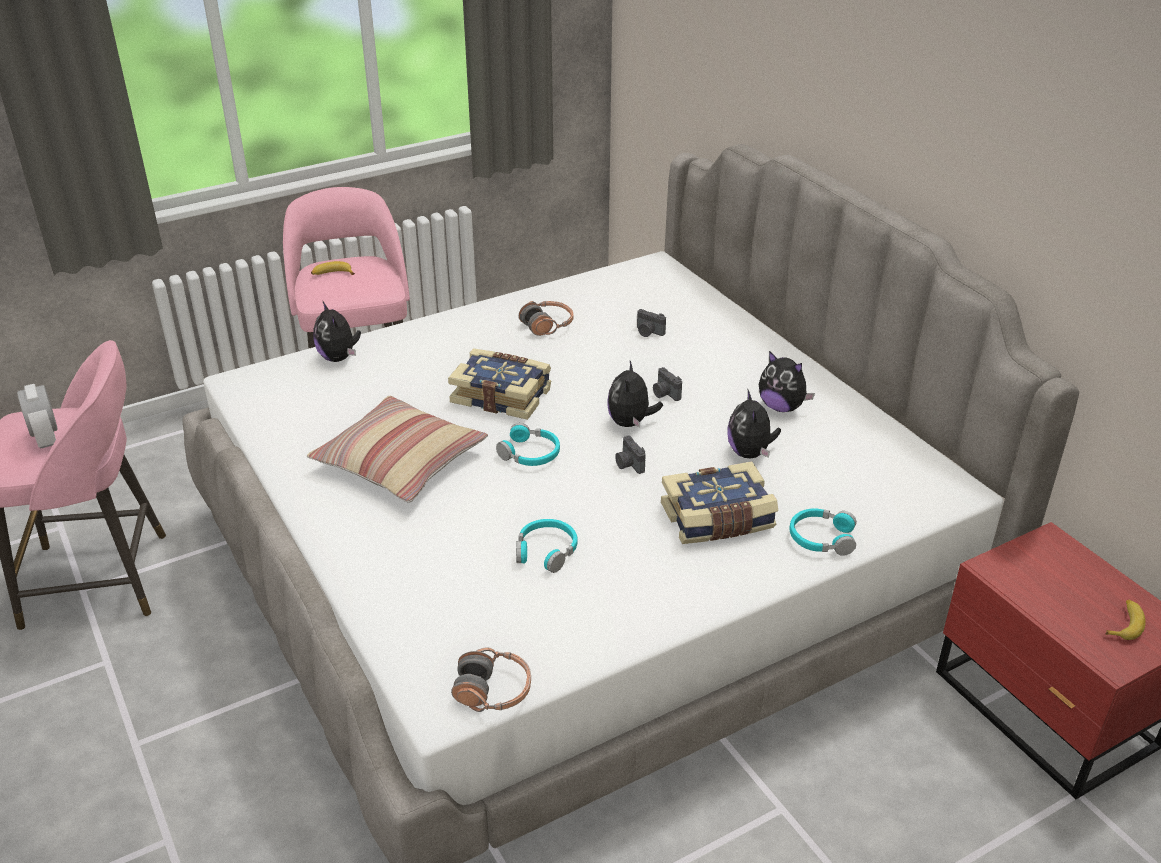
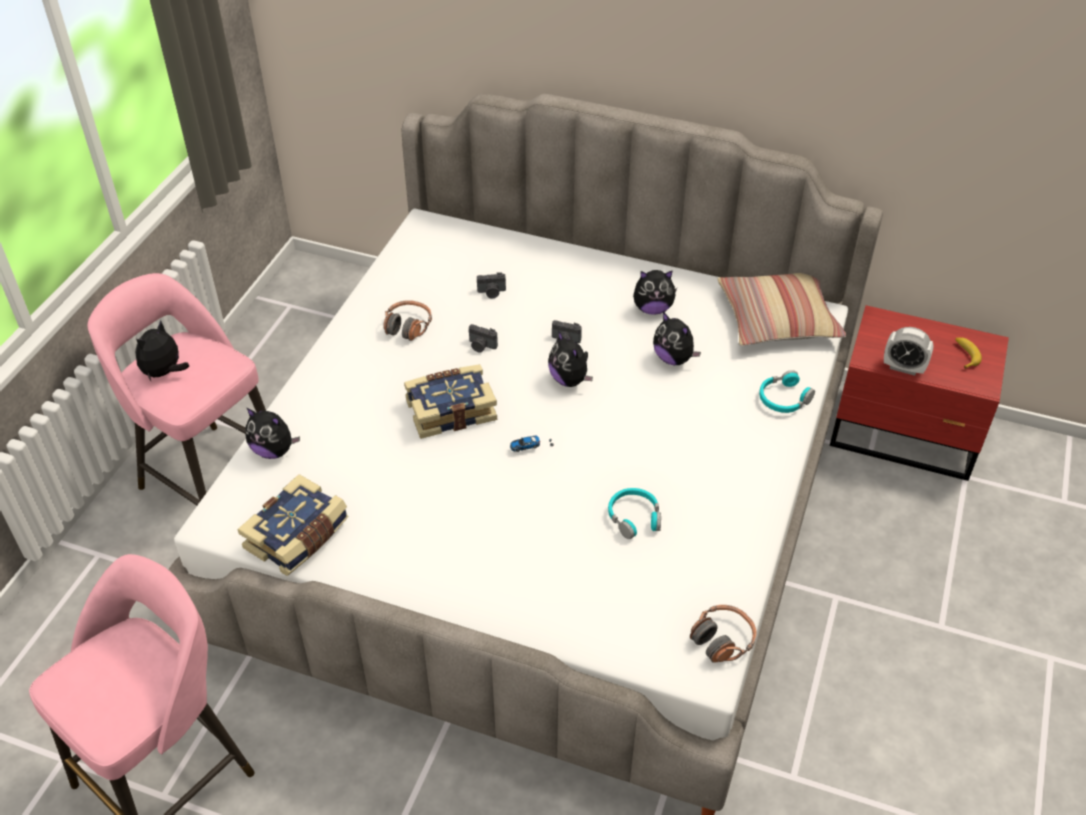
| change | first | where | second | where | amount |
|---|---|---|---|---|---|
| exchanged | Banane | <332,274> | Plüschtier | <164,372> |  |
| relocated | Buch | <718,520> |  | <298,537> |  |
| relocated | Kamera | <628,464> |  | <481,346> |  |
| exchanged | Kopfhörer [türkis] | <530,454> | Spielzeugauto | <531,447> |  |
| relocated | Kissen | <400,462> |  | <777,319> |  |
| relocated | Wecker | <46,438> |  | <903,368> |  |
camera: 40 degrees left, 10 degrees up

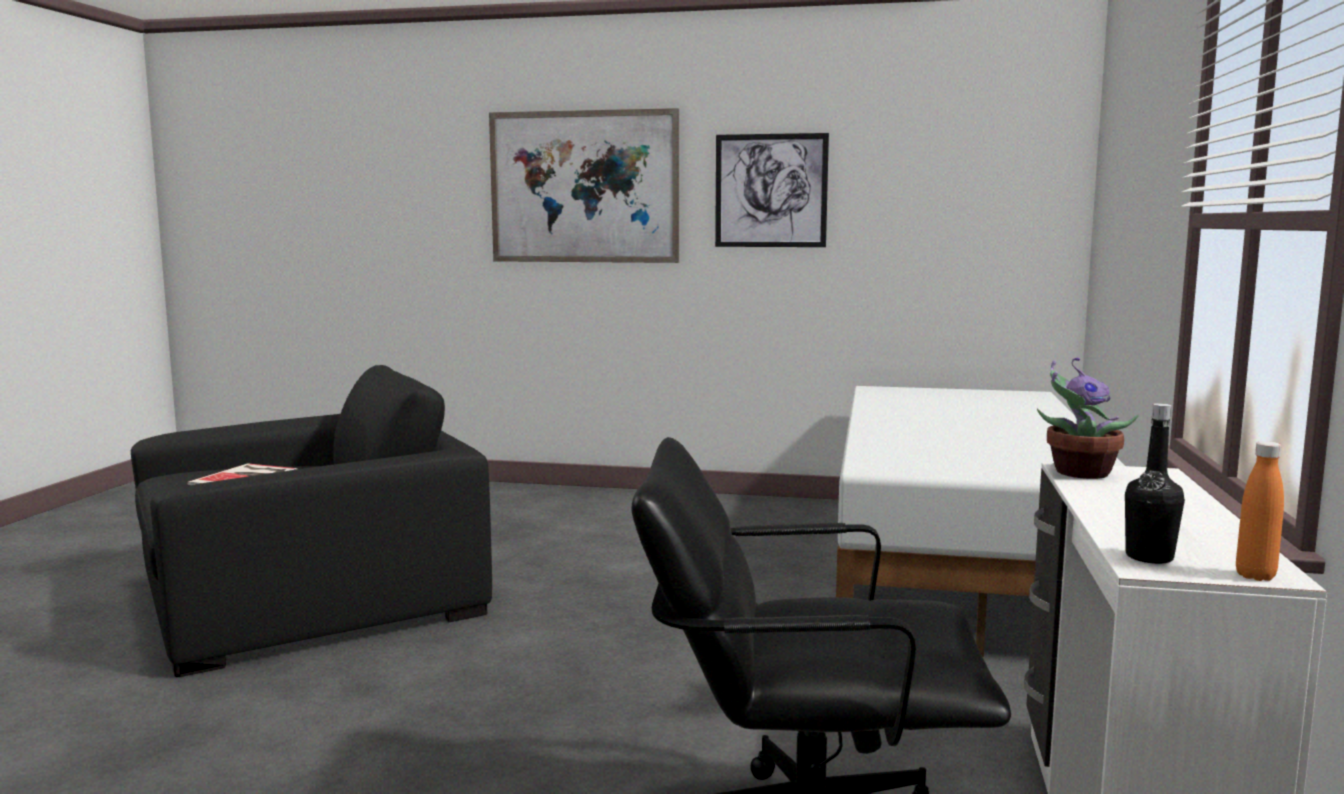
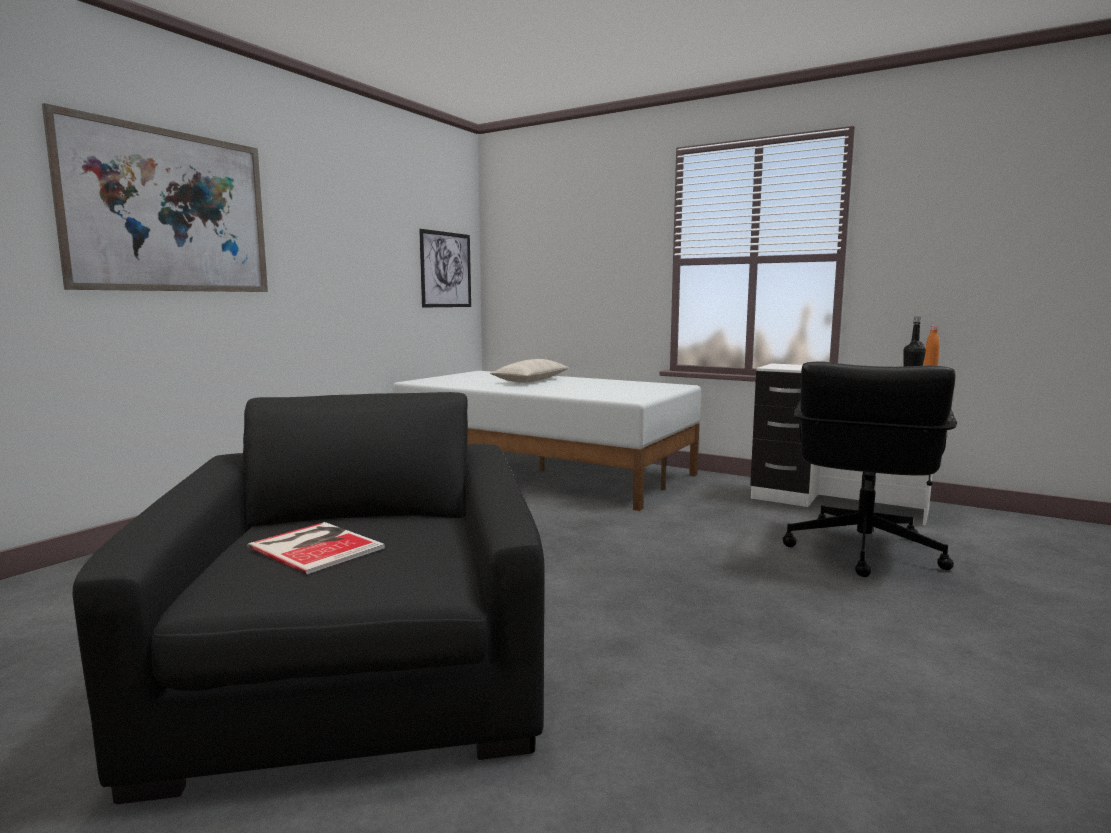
| change | first | where | second | where | amount |
|---|---|---|---|---|---|
| relocated | Bild | <771,191> |  | <446,269> |  |
| appeared |  |  | Kissen [beige] | <531,380> |  |
| missing | Topfpflanze | <1078,473> |  |  |  |
camera: 70 degrees left, 0 degrees up

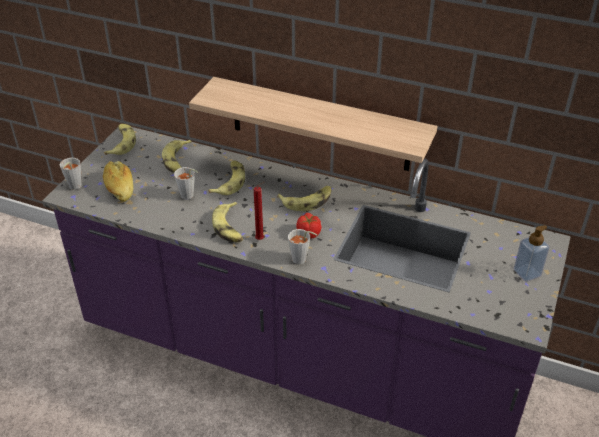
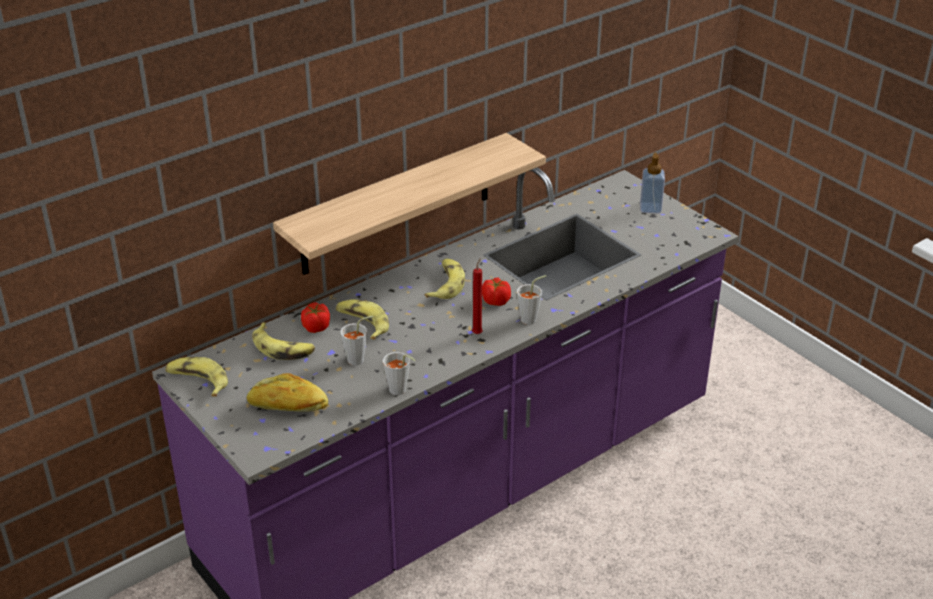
| change | first | where | second | where | amount |
|---|---|---|---|---|---|
| appeared |  |  | Tomate | <316,327> |  |
| relocated | Tasse [grau] | <73,187> |  | <400,391> |  |
| missing | Banane | <230,227> |  |  |  |
camera: 60 degrees left, 5 degrees down

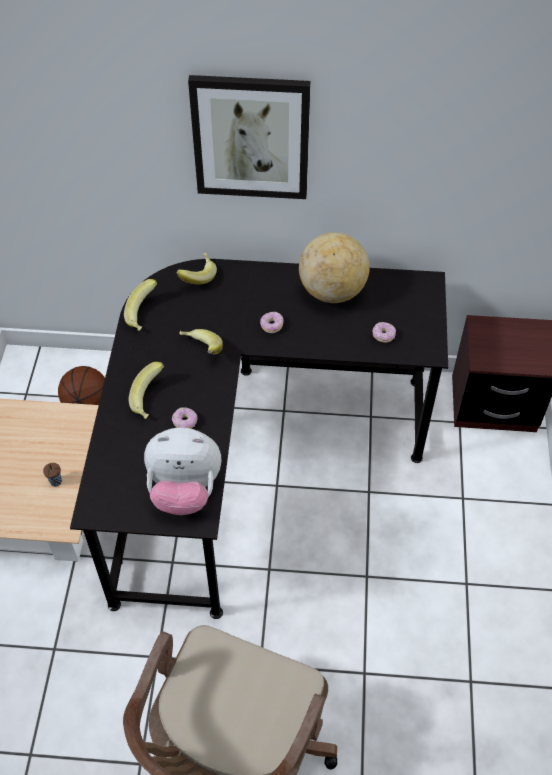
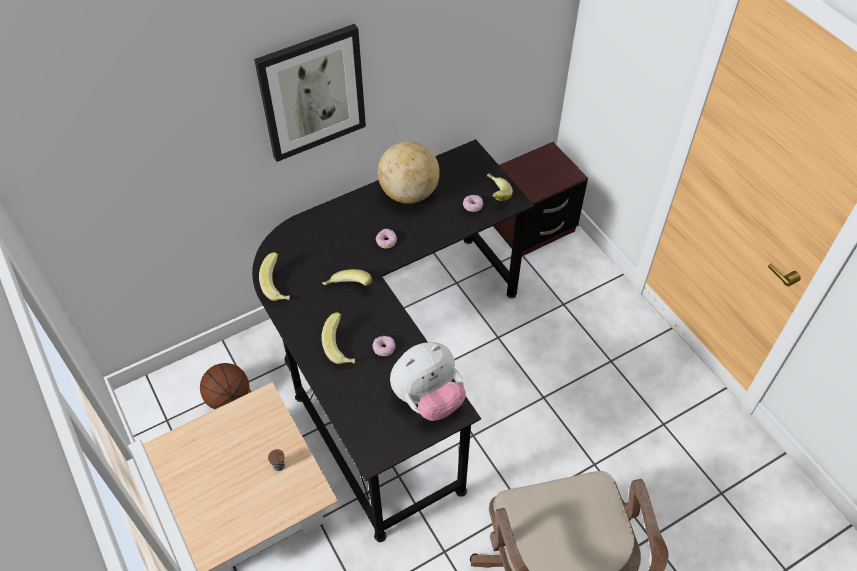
| change | first | where | second | where | amount |
|---|---|---|---|---|---|
| relocated | Banane | <197,276> |  | <495,194> |  |
camera: 35 degrees left, 0 degrees up

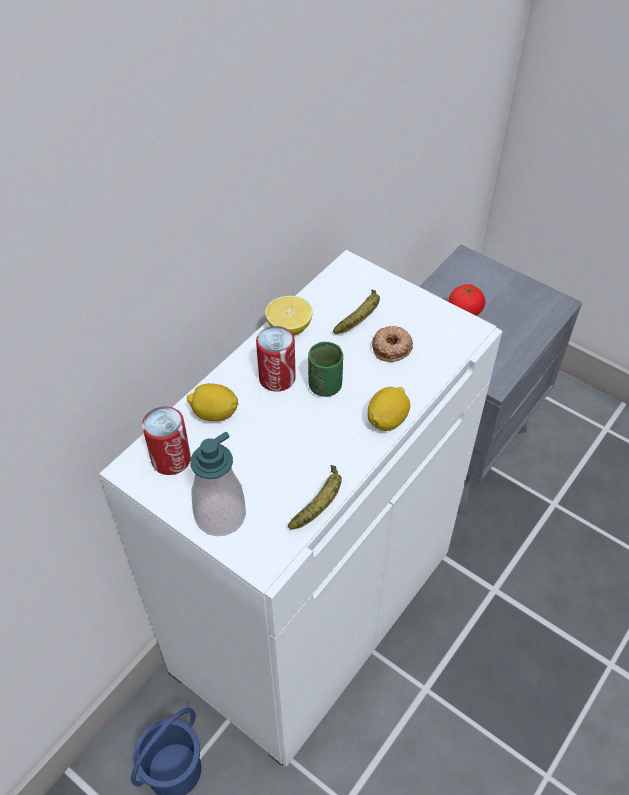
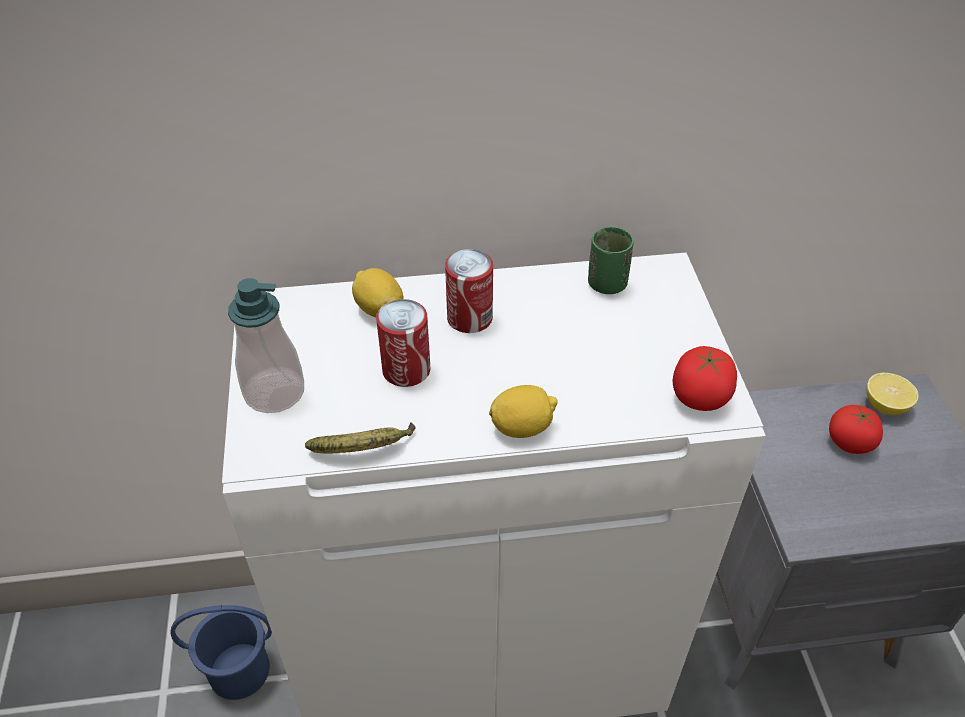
| change | first | where | second | where | amount |
|---|---|---|---|---|---|
| relocated | Dose | <171,459> |  | <406,370> |  |
| relocated | Tasse [grün] | <325,386> |  | <607,284> |  |
| appeared |  |  | Tomate | <699,396> |  |
| relocated | Zitrone | <289,327> |  | <885,405> |  |
| missing | Banane | <361,318> |  |  |  |
| missing | Donut | <392,347> |  |  |  |
camera: 45 degrees right, 5 degrees down

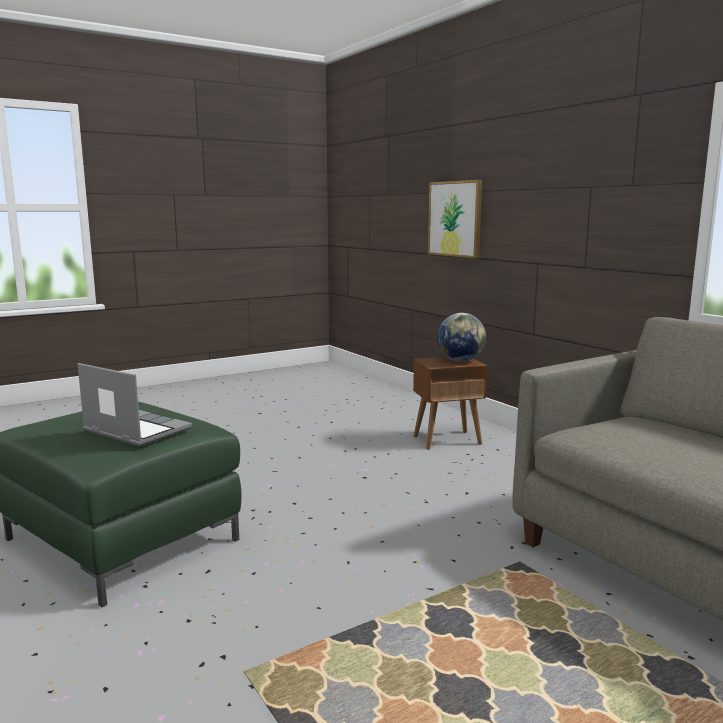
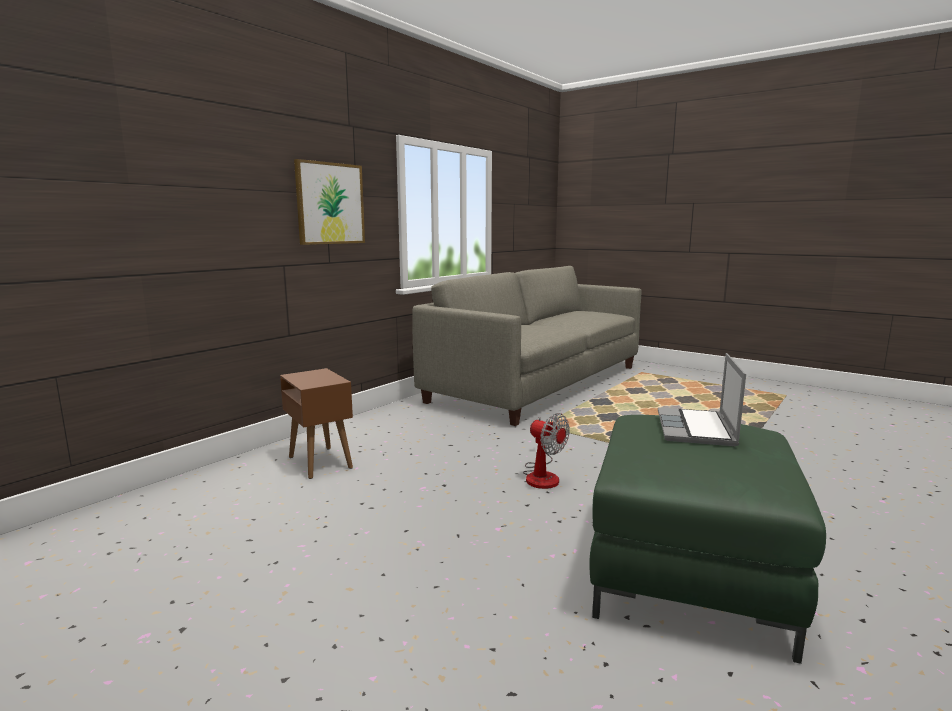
| change | first | where | second | where | amount |
|---|---|---|---|---|---|
| relocated | Bild | <455,219> |  | <330,203> |  |
| appeared |  |  | Ventilator | <542,475> |  |
| missing | Globus | <460,361> |  |  |  |
camera: 110 degrees left, 0 degrees up

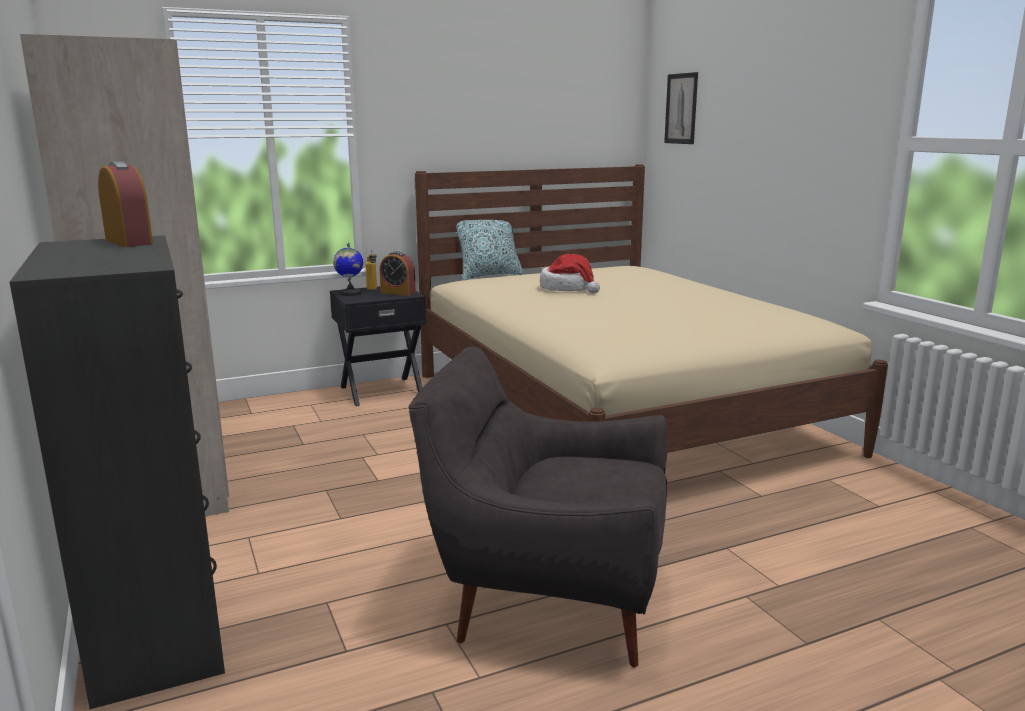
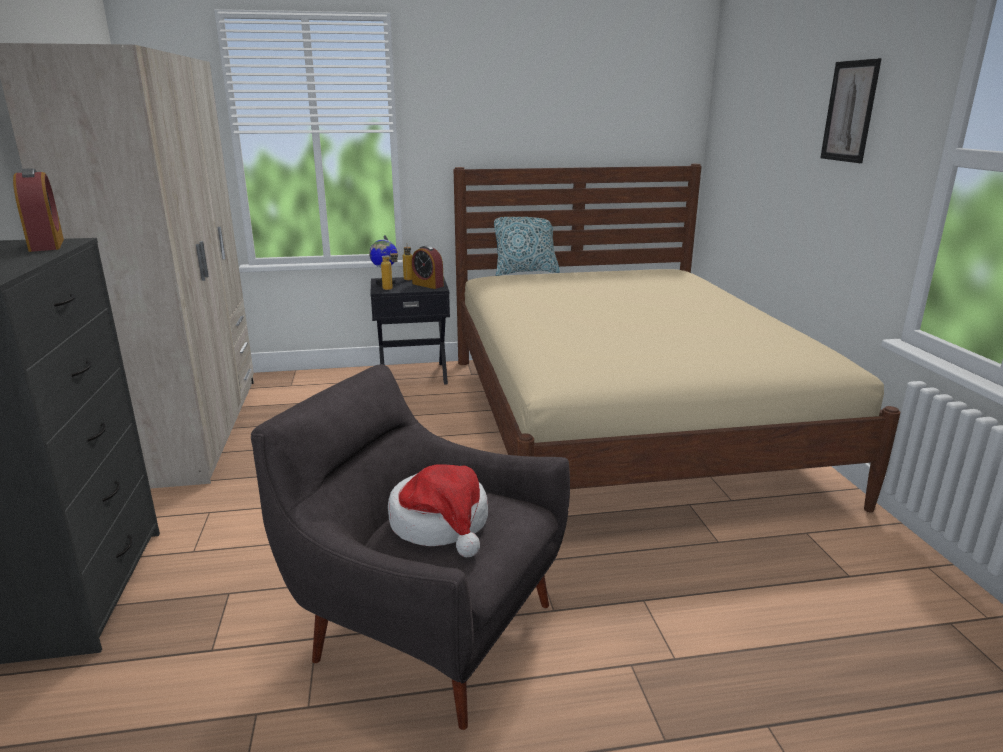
| change | first | where | second | where | amount |
|---|---|---|---|---|---|
| appeared |  |  | Flasche | <391,289> |  |
| relocated | Hut | <568,288> |  | <441,523> |  |
| relocated | Bild | <681,108> |  | <850,111> |  |
camera: 15 degrees right, 5 degrees up

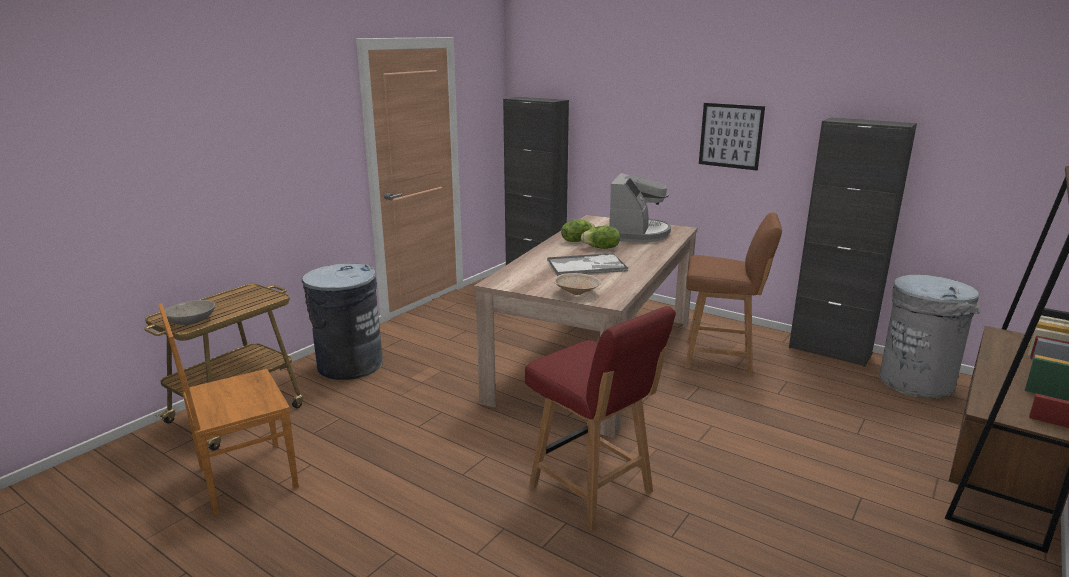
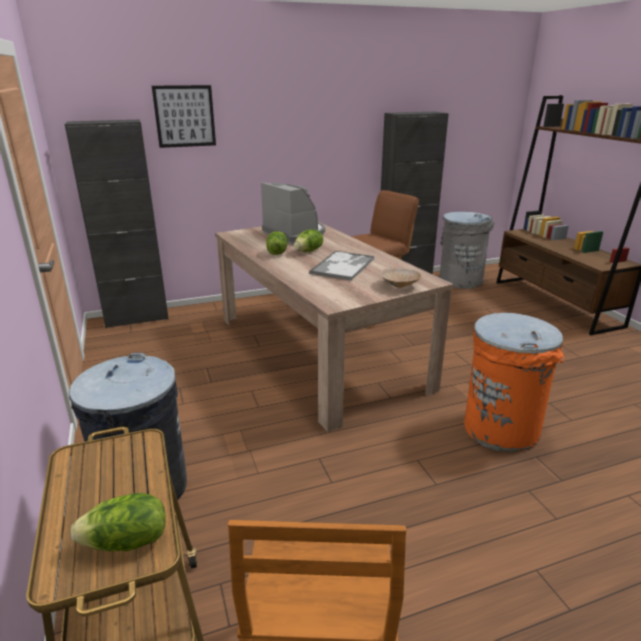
| change | first | where | second | where | amount |
|---|---|---|---|---|---|
| exchanged | Schüssel [grau] | <192,321> | Salatkopf | <127,542> |  |
| relocated | Bild | <730,136> |  | <184,116> |  |
| exchanged | Stuhl [rot] | <592,490> | Mülleimer [orange] | <501,428> |  |
camera: 55 degrees left, 5 degrees up

